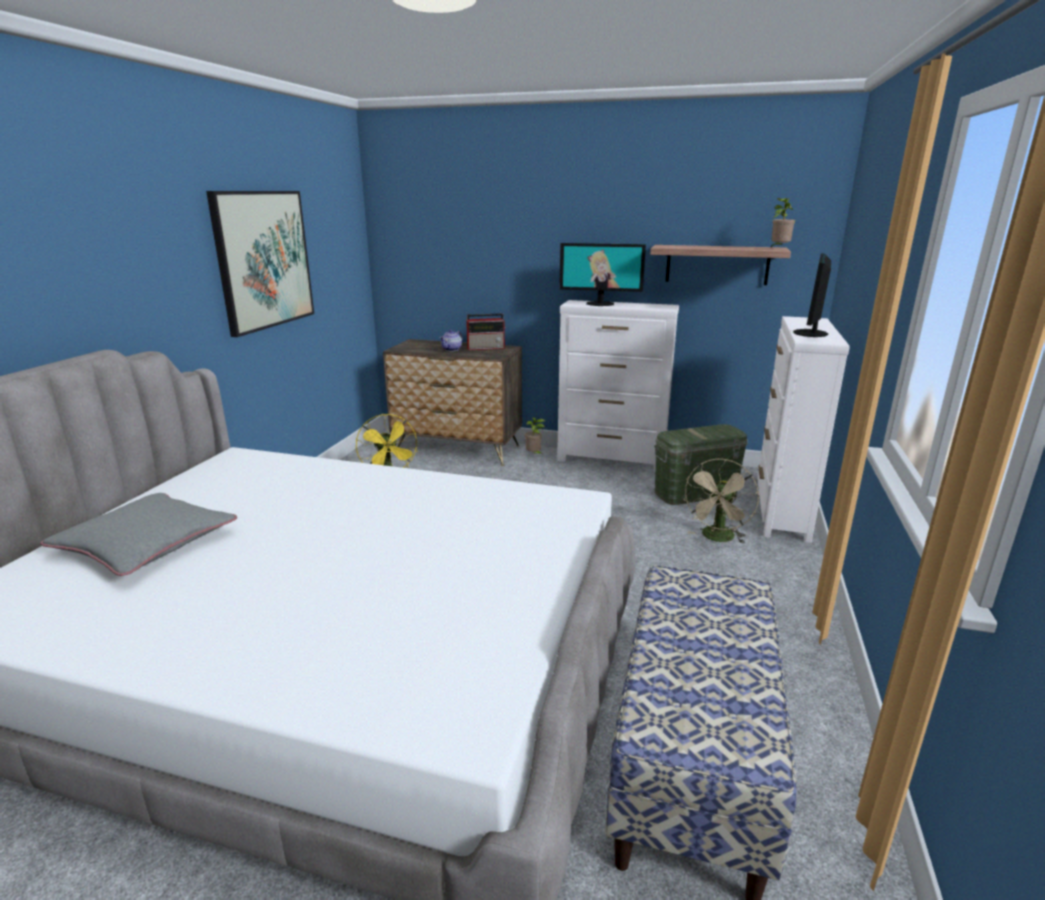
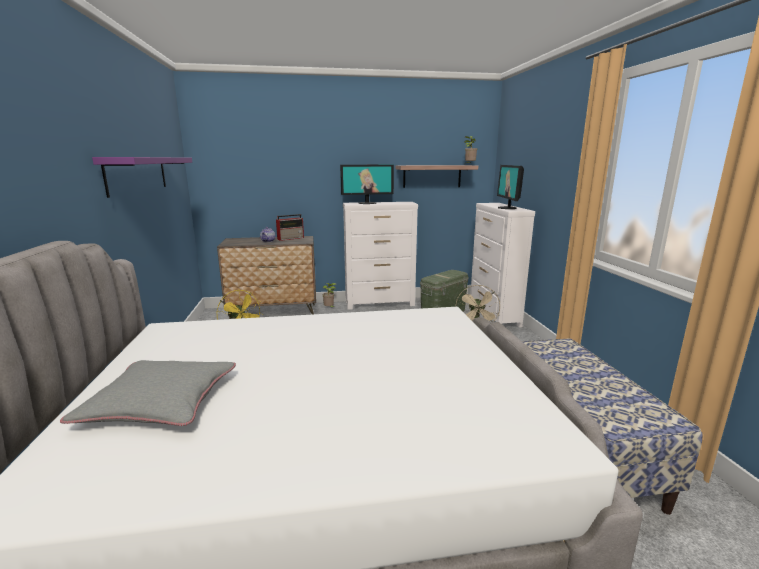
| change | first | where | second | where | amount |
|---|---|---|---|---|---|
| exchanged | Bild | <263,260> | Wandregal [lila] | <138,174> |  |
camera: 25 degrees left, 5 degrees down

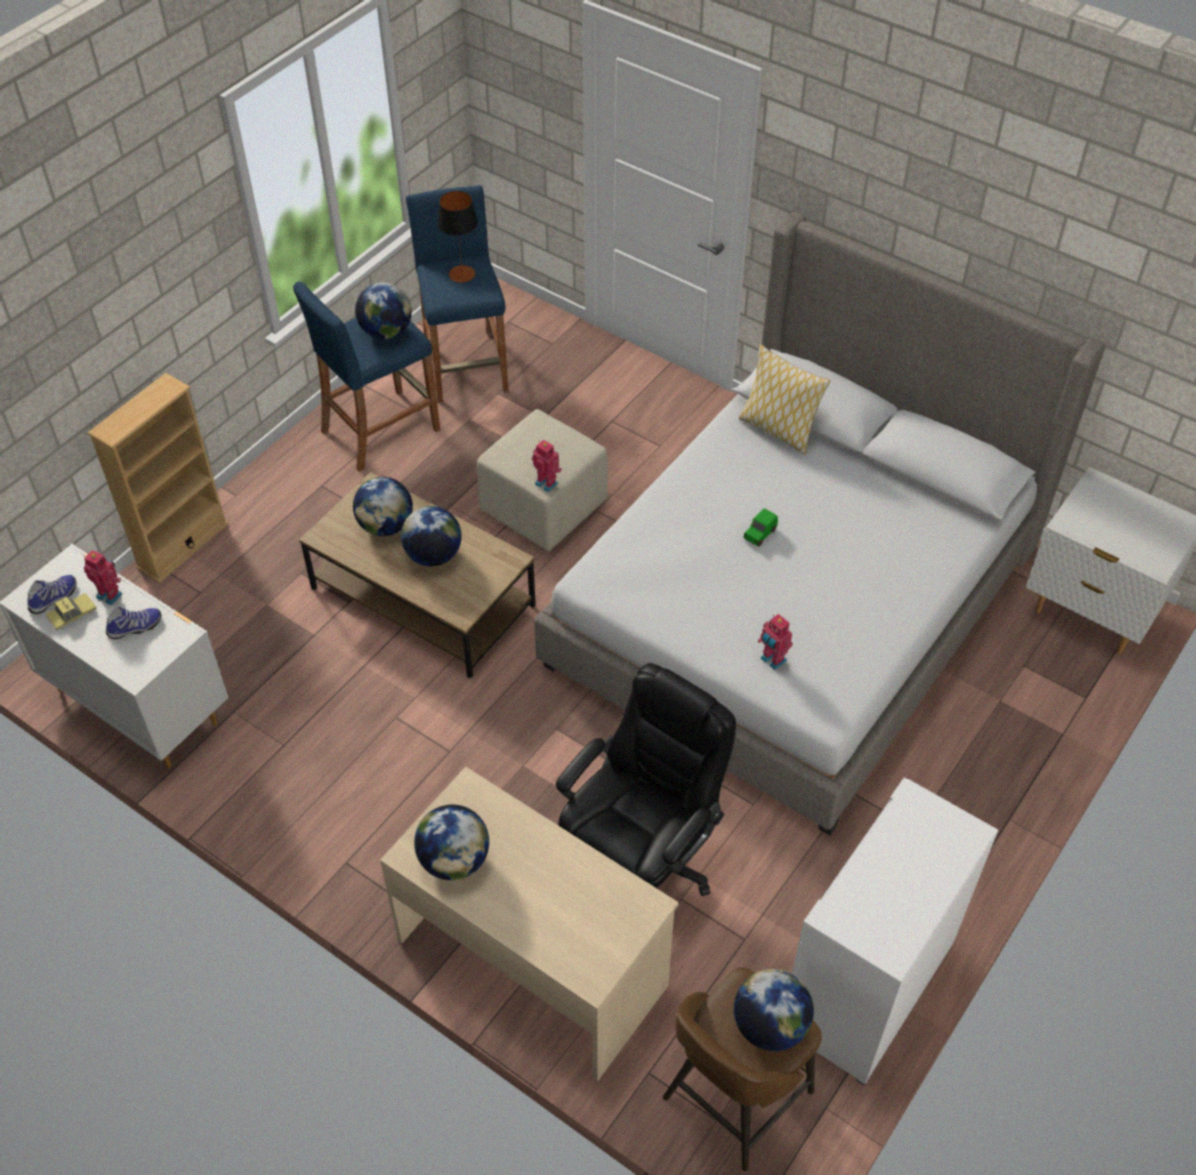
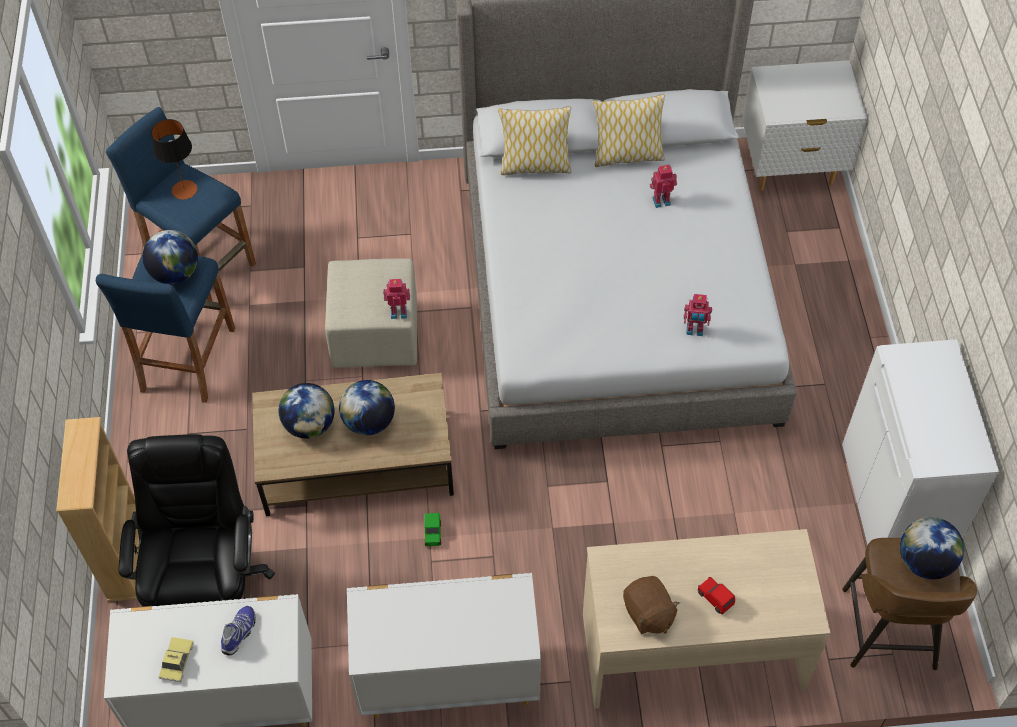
| change | first | where | second | where | amount |
|---|---|---|---|---|---|
| relocated | Bürostuhl [schwarz] | <640,859> |  | <208,586> |  |
| appeared |  |  | Kommode [weiß] | <447,679> |  |
| relocated | Spielzeugauto [grün] | <759,534> |  | <433,534> |  |
| appeared |  |  | Kissen | <627,156> |  |
| exchanged | Globus | <454,860> | Plüschtier [braun] | <648,613> |  |
| relocated | Spielzeugroboter | <110,594> |  | <661,200> |  |
| appeared |  |  | Spielzeugauto [rot] | <715,598> |  |
| missing | Schuh | <54,598> |  |  |  |
camera: 40 degrees left, 5 degrees up

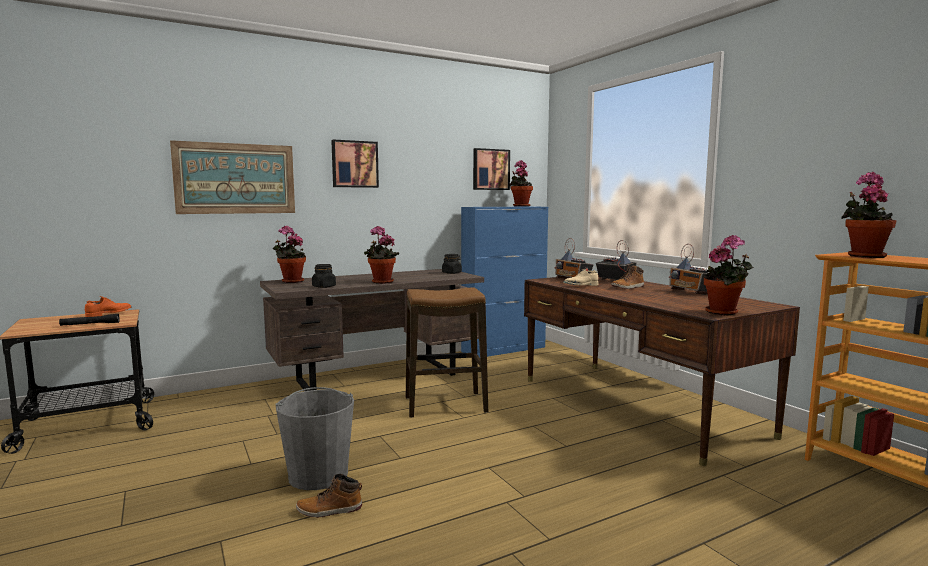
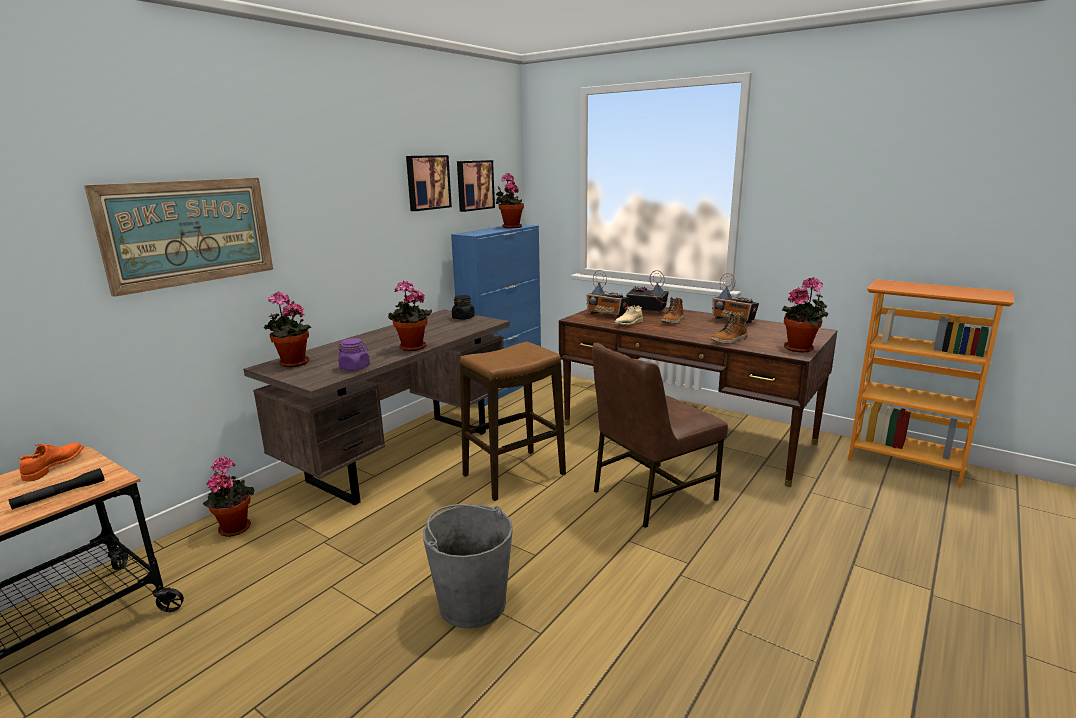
| change | first | where | second | where | amount |
|---|---|---|---|---|---|
| relocated | Topfpflanze | <864,256> |  | <234,527> |  |
| colour | Vorratsglas [schwarz] | <324,286> | Vorratsglas [lila] | <355,368> |  |
| relocated | Bild | <354,164> |  | <427,182> |  |
| appeared |  |  | Stuhl [braun] | <651,495> |  |
| relocated | Stiefel | <329,510> |  | <729,340> |  |
camera: 25 degrees left, 10 degrees up

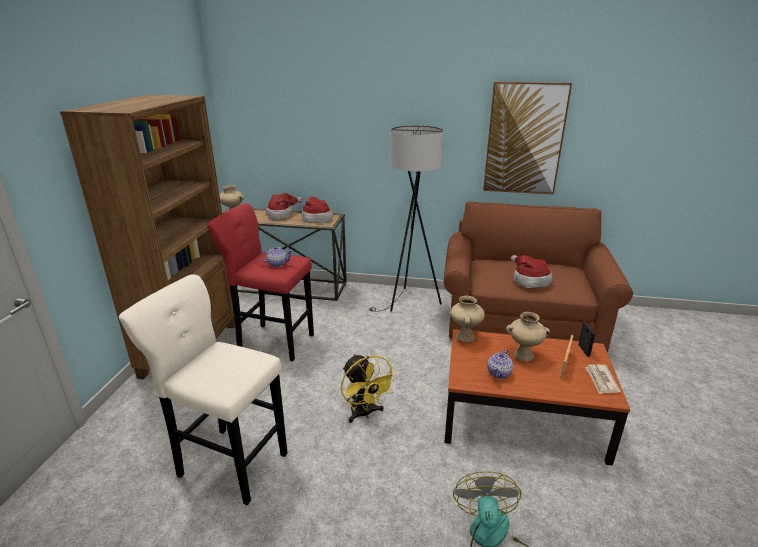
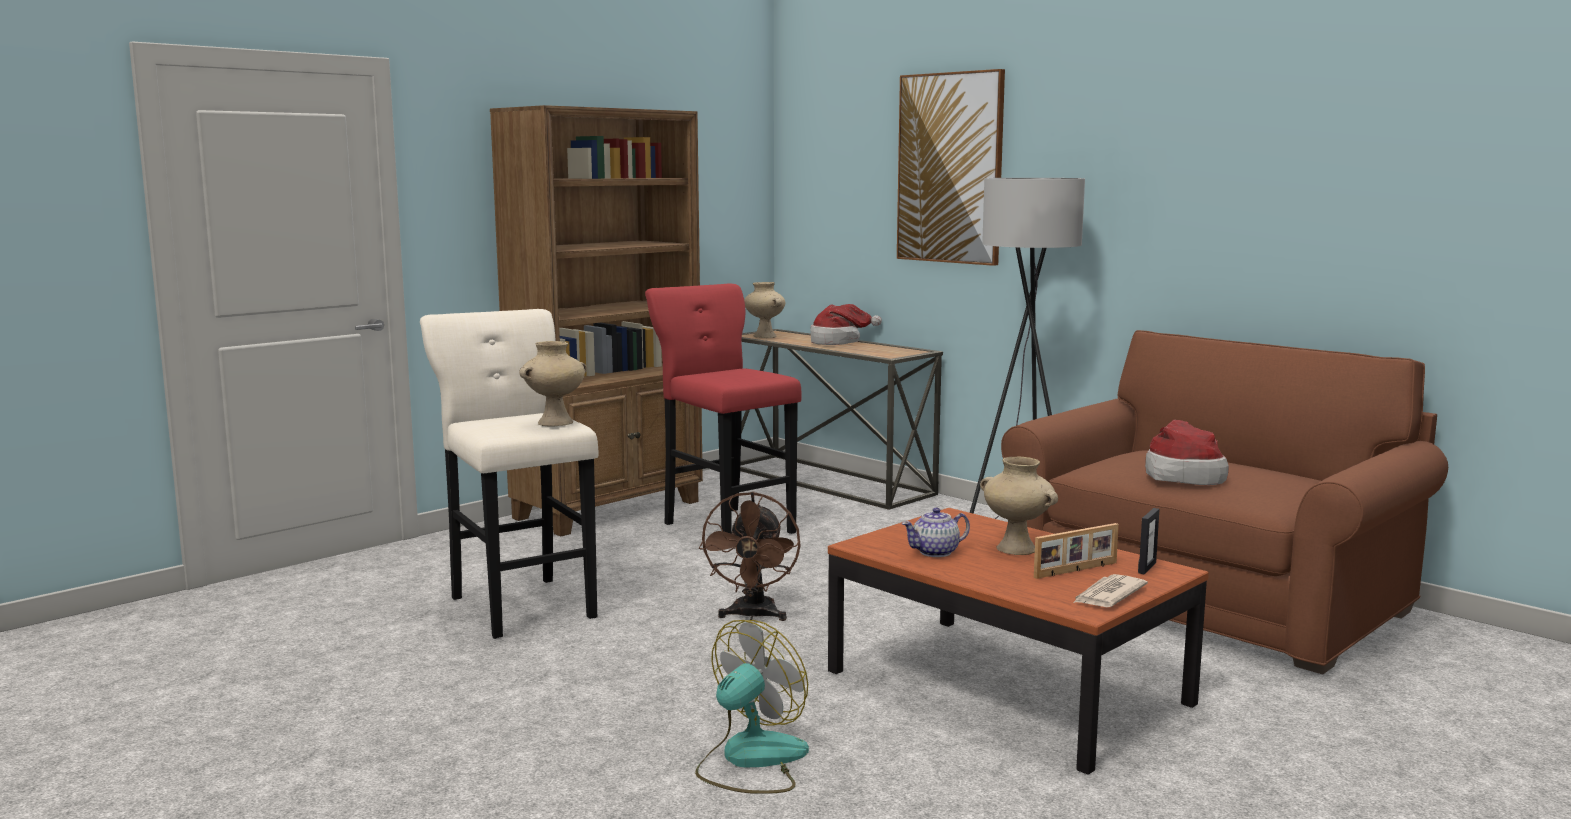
| change | first | where | second | where | amount |
|---|---|---|---|---|---|
| relocated | Vase [beige] | <465,336> |  | <555,422> |  |
| colour | Ventilator [gelb] | <365,413> | Ventilator [braun] | <752,616> |  |
| relocated | Bild | <524,139> |  | <950,168> |  |
| missing | Teekanne | <277,264> |  |  |  |
| missing | Hut | <316,218> |  |  |  |
camera: 35 degrees right, 15 degrees down

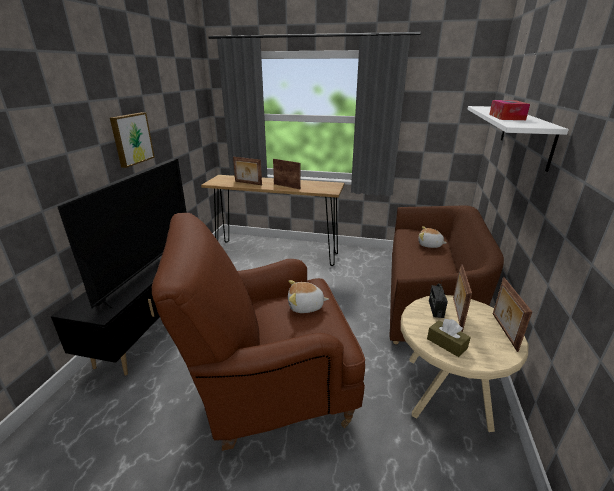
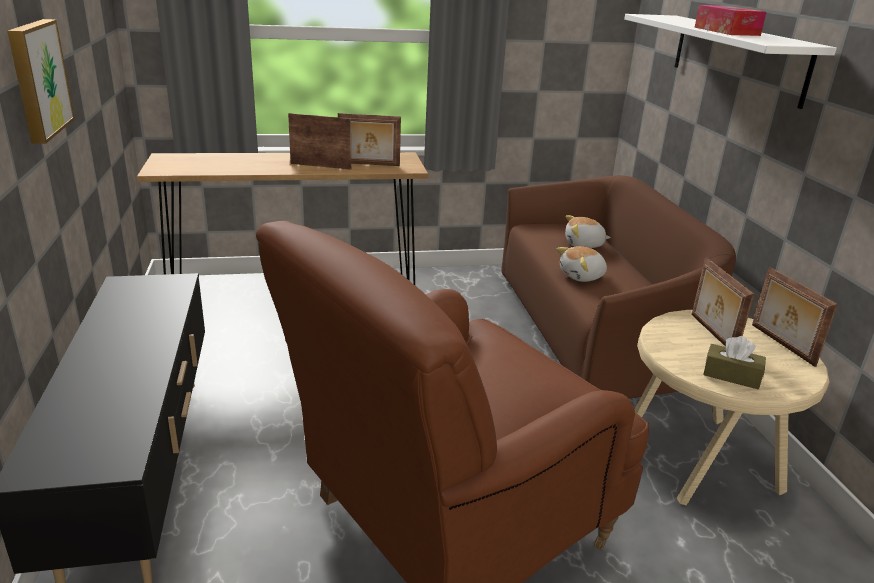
| change | first | where | second | where | amount |
|---|---|---|---|---|---|
| relocated | Bilderrahmen | <248,183> |  | <369,164> |  |
| relocated | Plüschtier | <305,306> |  | <582,276> |  |
| missing | Fernseher | <149,271> |  |  |  |
| missing | Radio | <435,309> |  |  |  |
camera: 25 degrees left, 0 degrees up

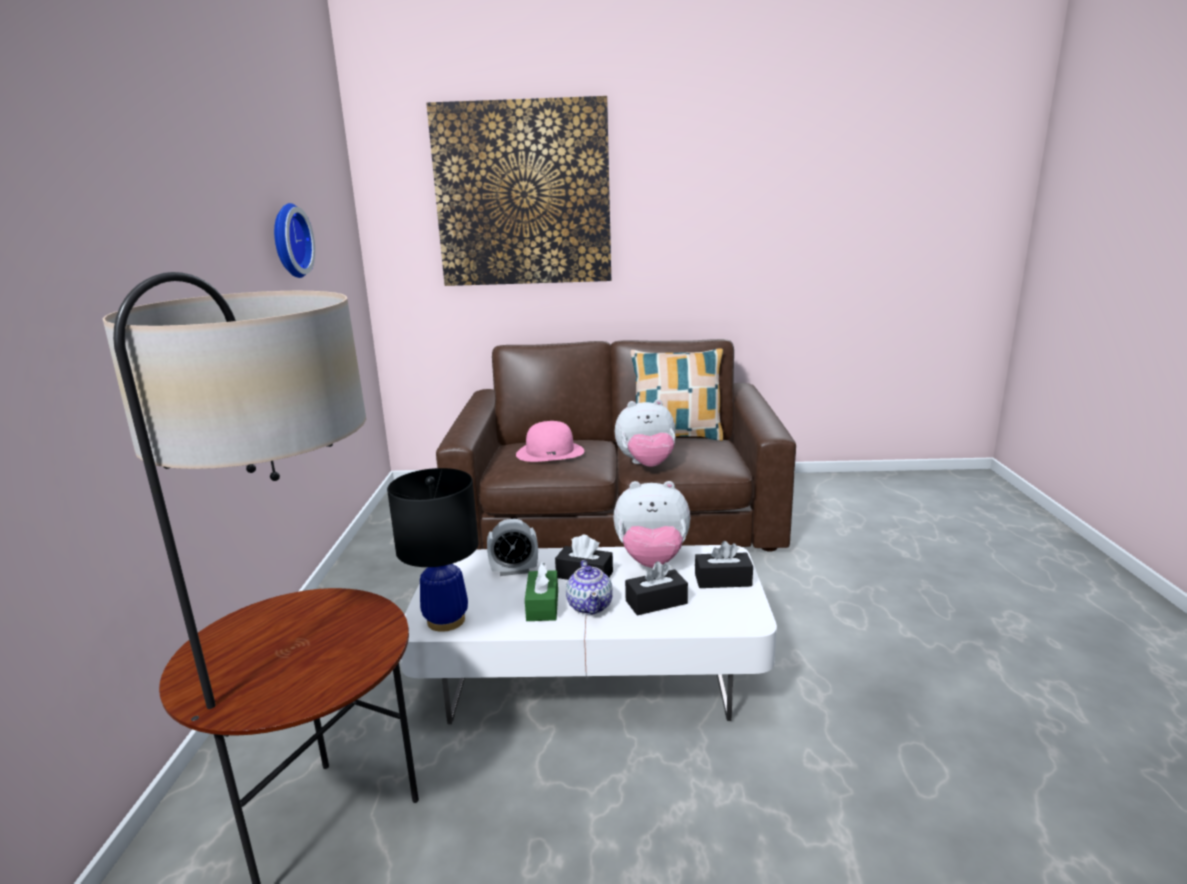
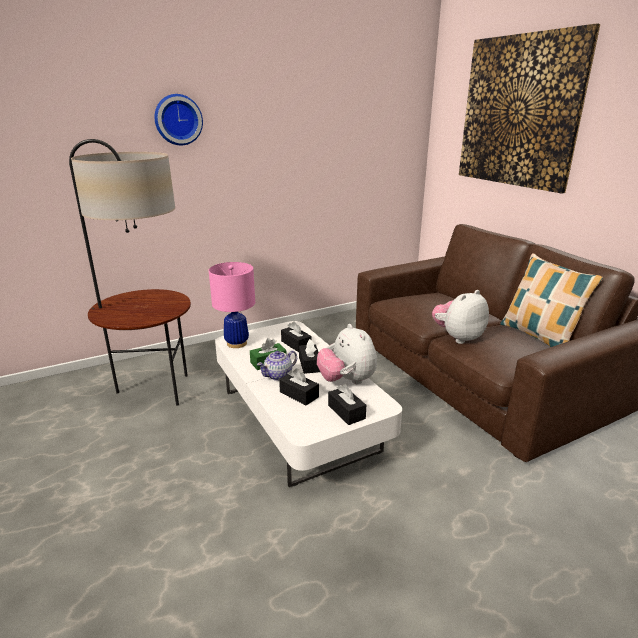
| change | first | where | second | where | amount |
|---|---|---|---|---|---|
| relocated | Wanduhr | <288,241> |  | <178,120> |  |
| colour | Tischlampe [schwarz] | <445,620> | Tischlampe [rosa] | <237,343> |  |
| exchanged | Wecker | <514,570> | Taschentuchbox [schwarz] | <296,344> |  |
| spun | Plüschtier | <646,465> |  | <457,337> | 90 degrees clockwise |
| missing | Hut [rosa] | <550,452> |  |  |  |
camera: 60 degrees right, 5 degrees up

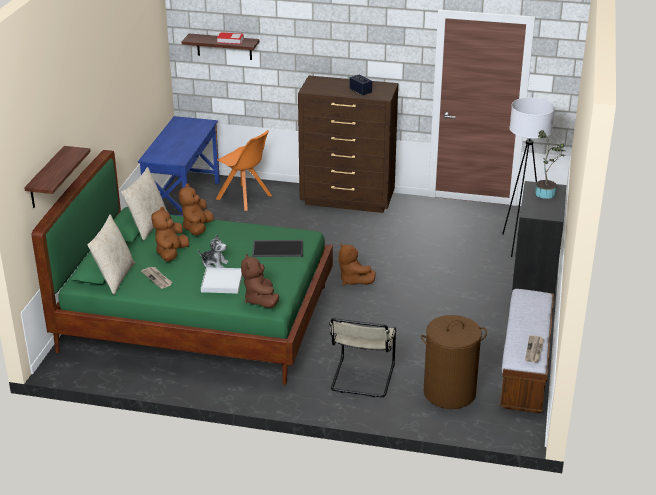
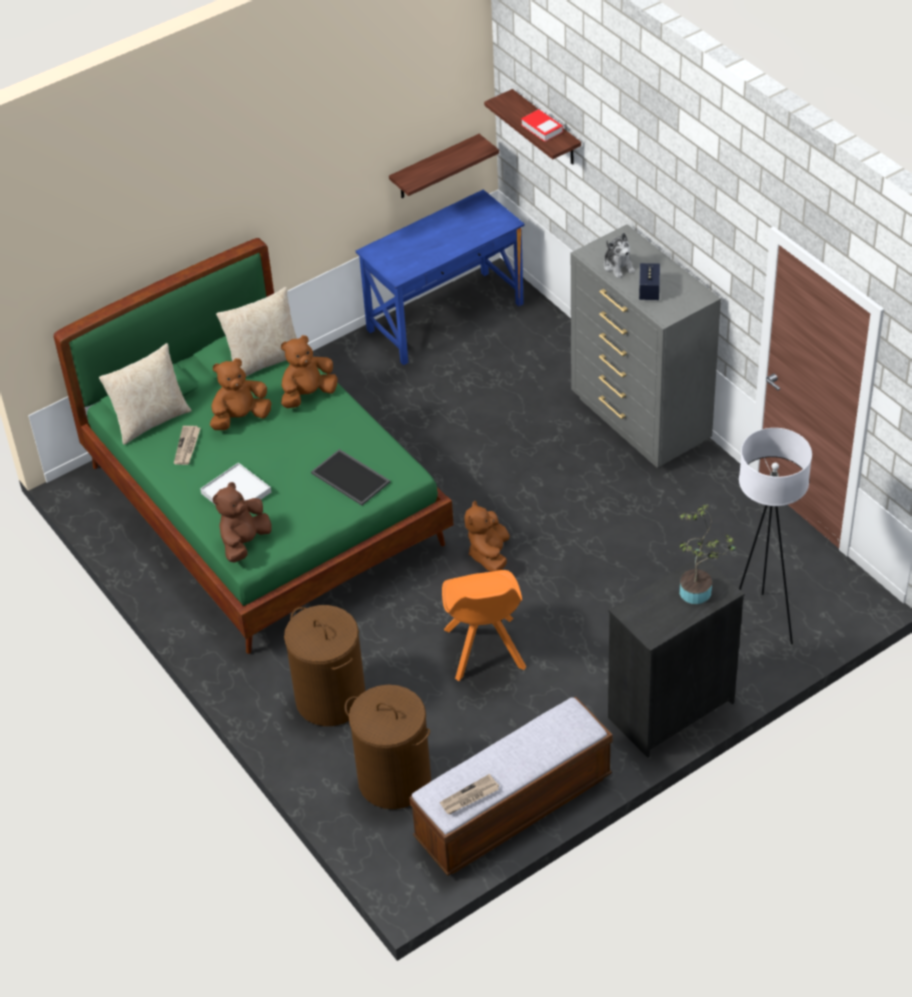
| change | first | where | second | where | amount |
|---|---|---|---|---|---|
| exchanged | Stuhl [beige] | <362,379> | Wäschekorb [braun] | <330,699> |  |
| relocated | Wandregal | <46,178> |  | <435,167> |  |
| relocated | Stuhl [orange] | <245,198> |  | <484,651> |  |
| colour | Kommode [braun] | <347,200> | Kommode [grau] | <640,421> |  |
| relocated | Plüschtier | <214,263> |  | <618,266> |  |
camera: 45 degrees right, 15 degrees up

